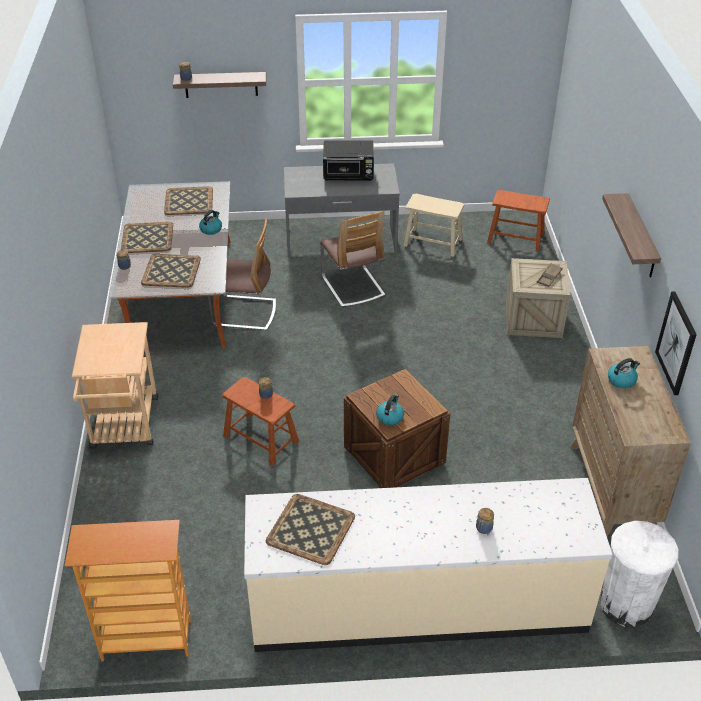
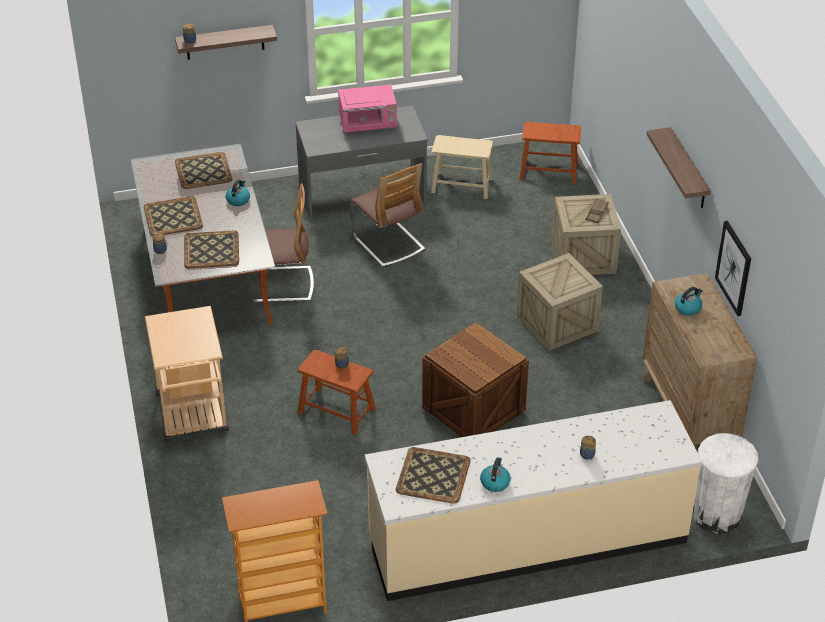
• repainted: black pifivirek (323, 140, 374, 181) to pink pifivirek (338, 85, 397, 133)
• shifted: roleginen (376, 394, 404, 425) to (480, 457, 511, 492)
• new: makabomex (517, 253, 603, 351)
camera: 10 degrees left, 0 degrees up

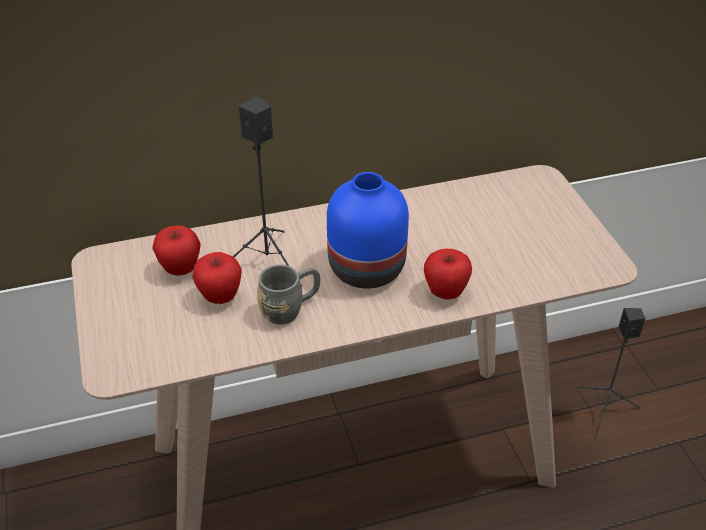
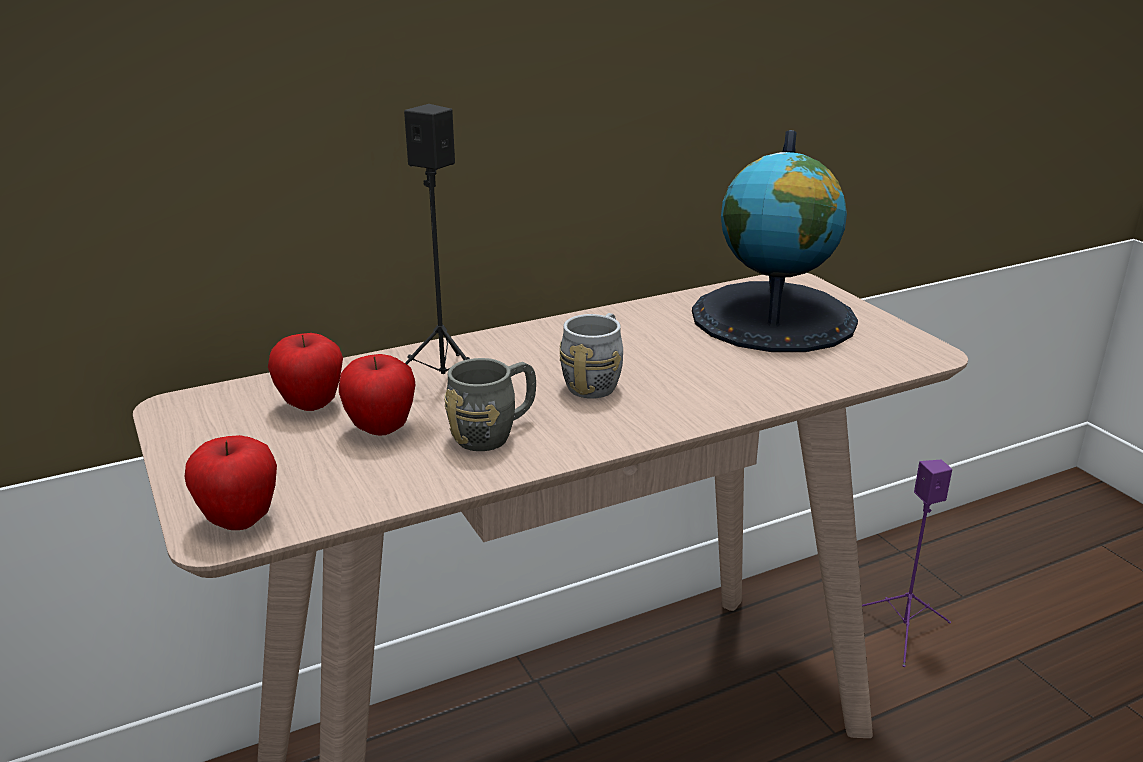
• swapped: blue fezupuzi (327, 172, 409, 289) to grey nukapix (560, 313, 623, 399)
• shifted: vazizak (424, 249, 472, 299) to (184, 435, 277, 530)
• repainted: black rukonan (576, 308, 645, 439) to purple rukonan (862, 460, 952, 667)
• new: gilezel (692, 130, 858, 352)
camera: 10 degrees left, 15 degrees down

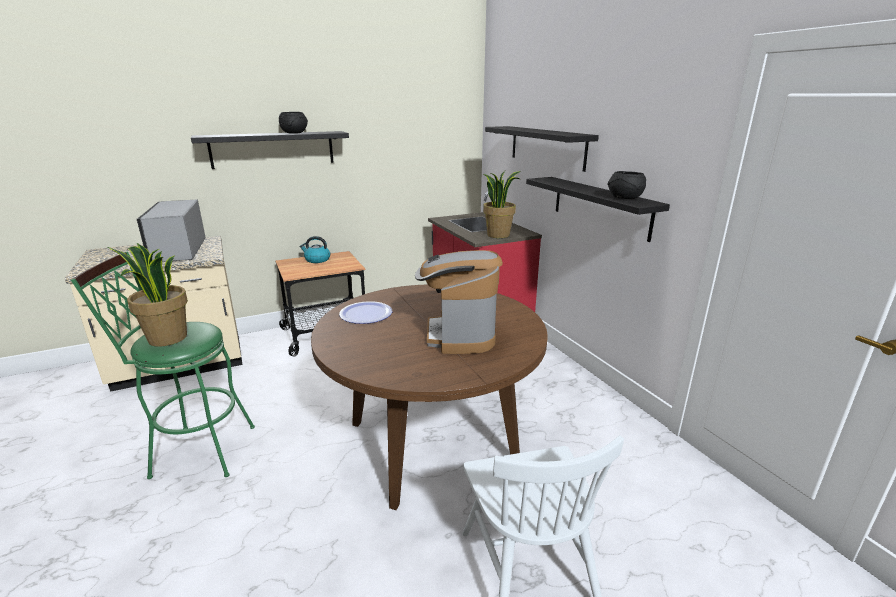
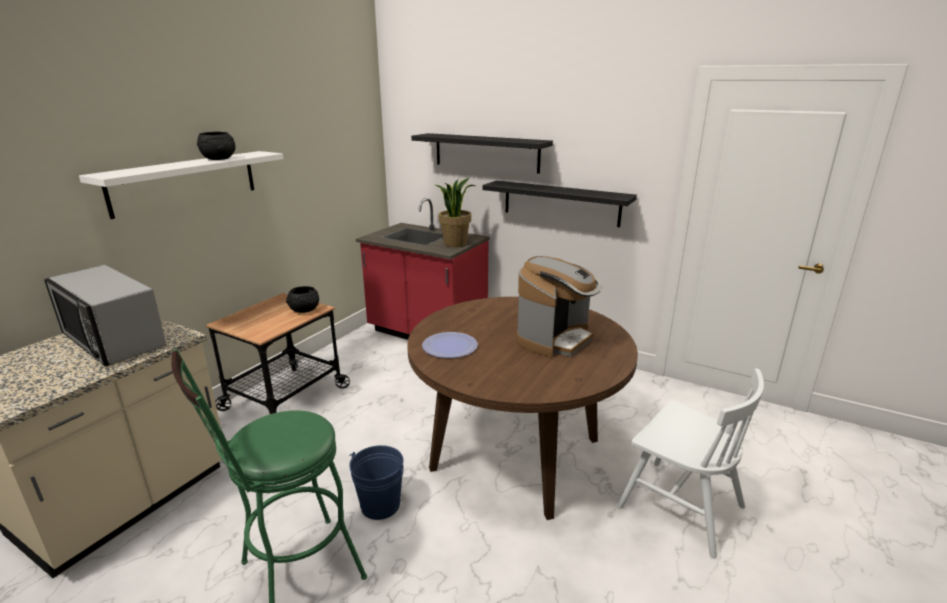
• repainted: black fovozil (191, 131, 349, 169) to white fovozil (79, 151, 284, 219)
• shifted: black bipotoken (607, 171, 646, 199) to (286, 286, 319, 313)
• gone: roleginen (300, 236, 330, 263)
• gone: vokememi (108, 243, 188, 347)
• rotated: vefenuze (415, 250, 503, 354) = (517, 256, 602, 357) 105 degrees counterclockwise
• new: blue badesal (349, 445, 404, 520)
camera: 35 degrees left, 0 degrees up

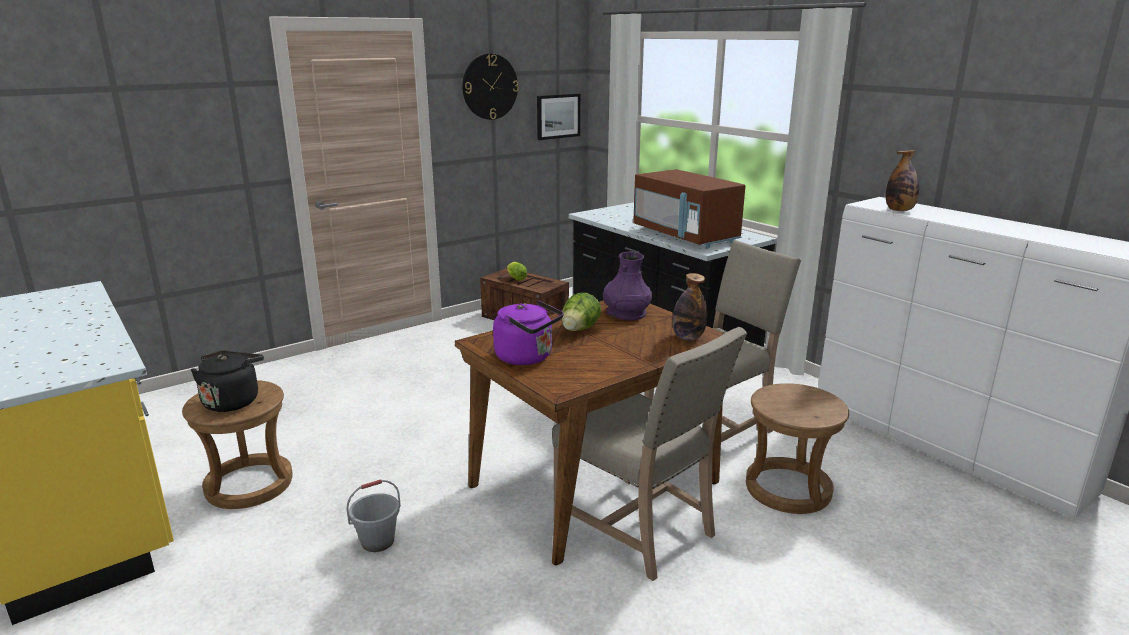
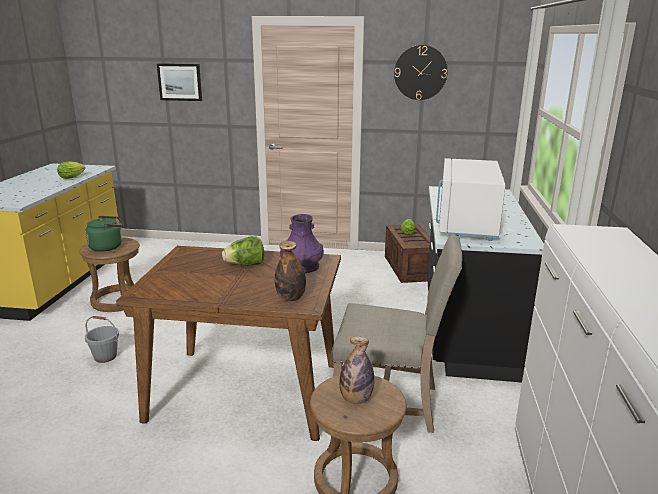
• shifted: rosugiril (537, 94, 580, 140) to (157, 63, 202, 101)
• shifted: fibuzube (886, 150, 919, 211) to (340, 336, 374, 404)
• repainted: brown pifivirek (633, 169, 745, 248) to white pifivirek (436, 158, 506, 241)
• gone: purple roleginen (493, 300, 564, 365)
• gone: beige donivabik (552, 327, 747, 581)
• repainted: black roleginen (191, 351, 264, 412) to green roleginen (85, 216, 124, 252)
• new: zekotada (57, 161, 85, 179)
camera: 45 degrees right, 0 degrees up

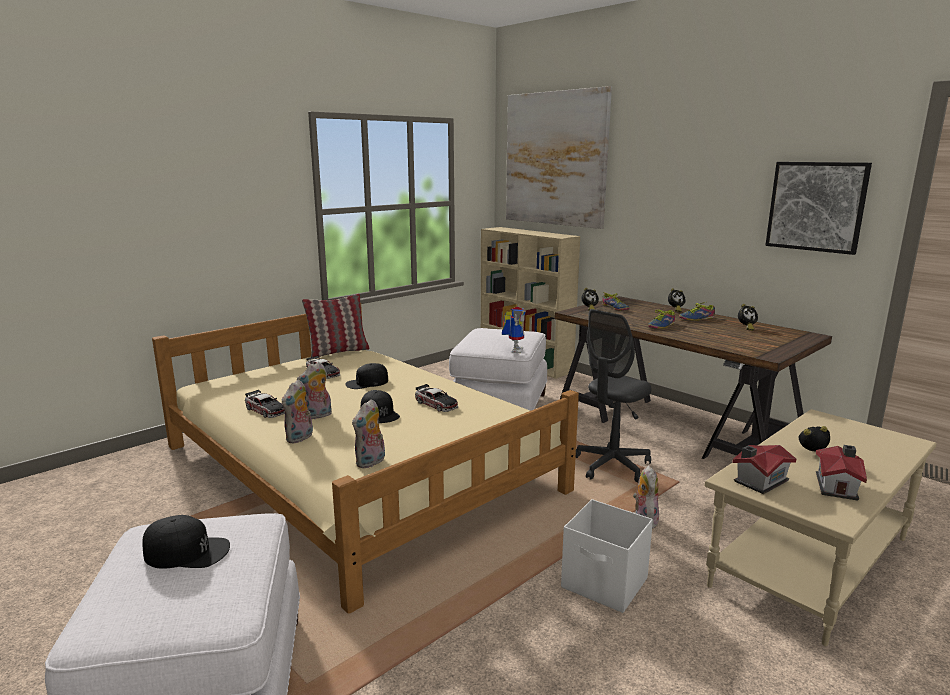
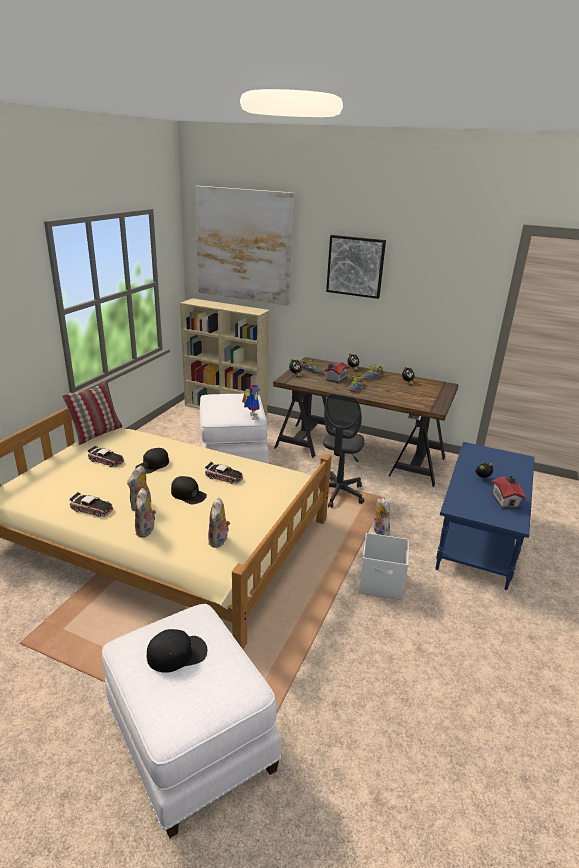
• shifted: rosugiril (765, 162, 872, 255) to (326, 235, 386, 299)
• repainted: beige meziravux (705, 409, 937, 646) to blue meziravux (435, 442, 535, 590)
• shifted: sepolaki (732, 445, 796, 494) to (325, 362, 350, 383)
camera: 25 degrees left, 10 degrees up

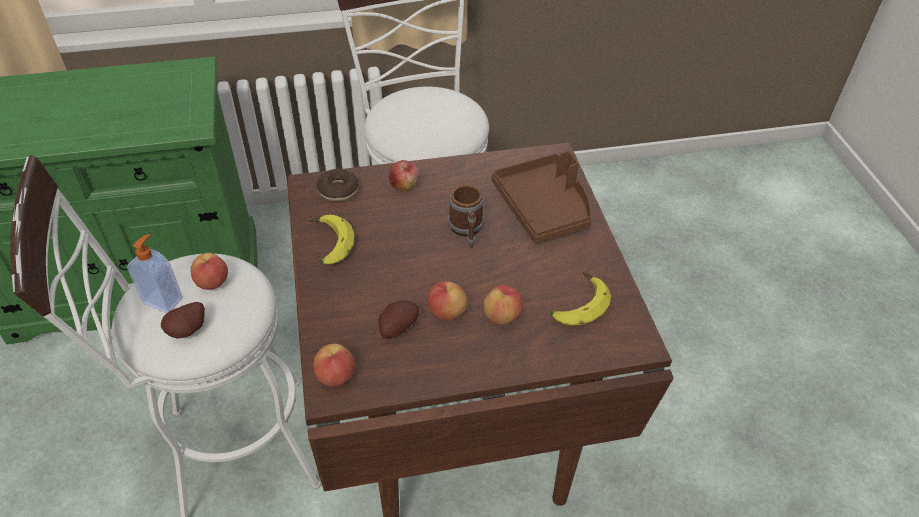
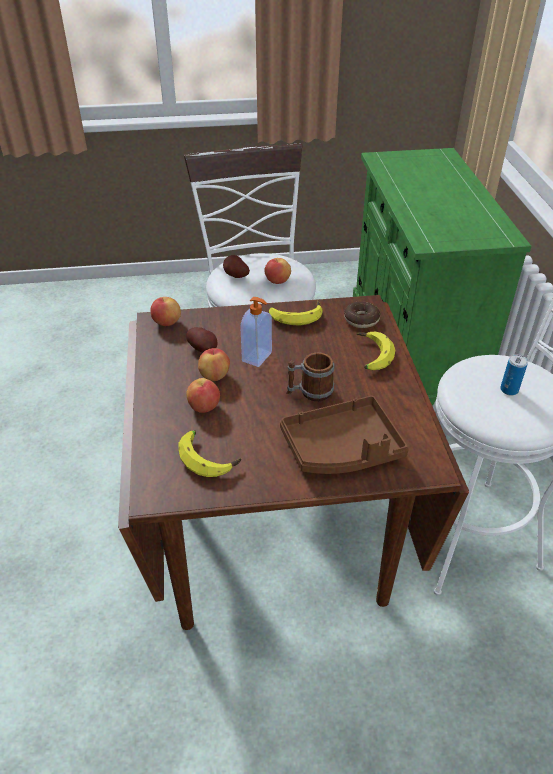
• swapped: vazizak (389, 160, 419, 191) to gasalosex (356, 332, 395, 370)
• shifted: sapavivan (127, 234, 183, 313) to (240, 297, 272, 367)
• new: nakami (500, 355, 528, 395)
camera: 95 degrees right, 5 degrees down

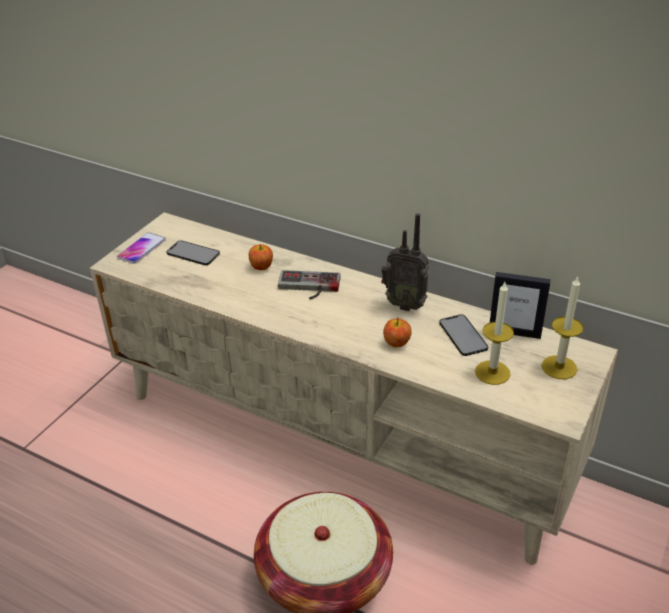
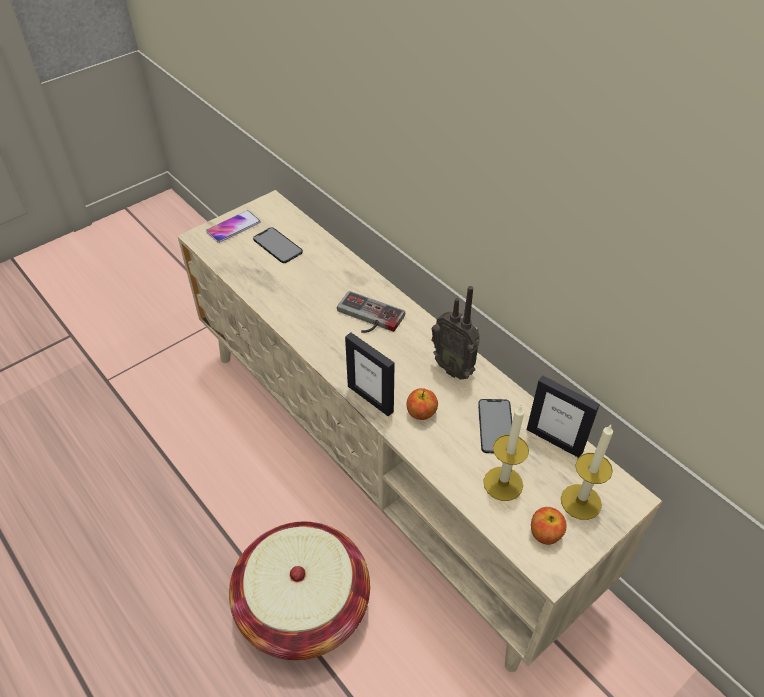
• shifted: vazizak (249, 244, 273, 270) to (531, 507, 567, 545)
• new: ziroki (345, 332, 395, 417)
camera: 20 degrees right, 10 degrees up

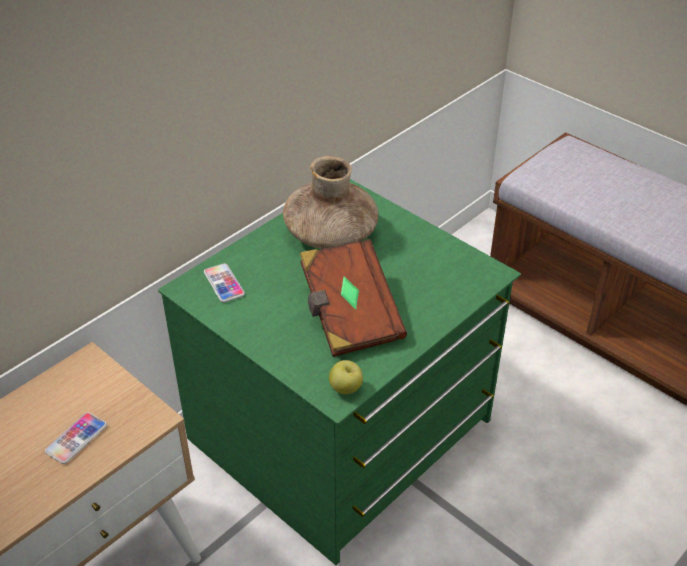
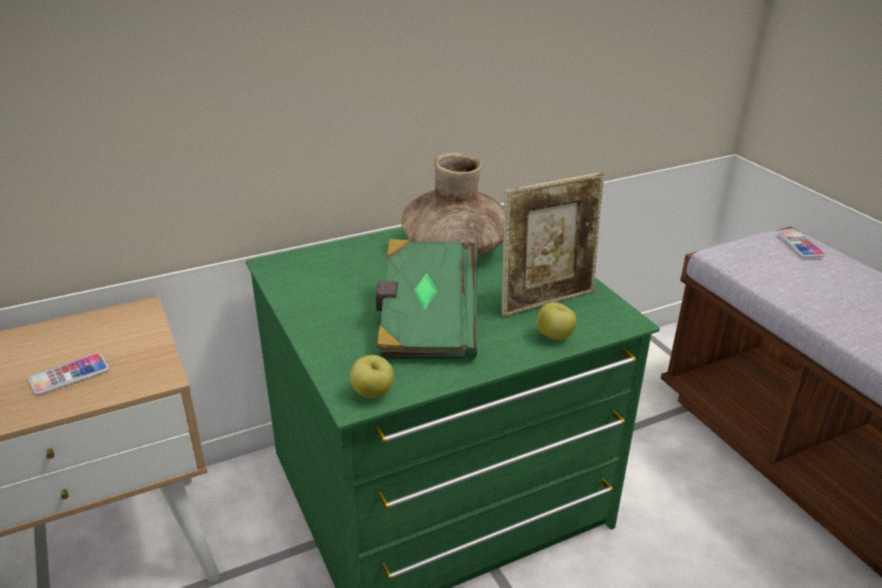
• repainted: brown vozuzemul (300, 239, 407, 357) to green vozuzemul (376, 239, 477, 359)
• shifted: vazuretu (204, 263, 245, 302) to (779, 231, 825, 258)
• new: ziroki (502, 172, 604, 317)
• new: vazizak (537, 302, 577, 340)
camera: 20 degrees right, 10 degrees down

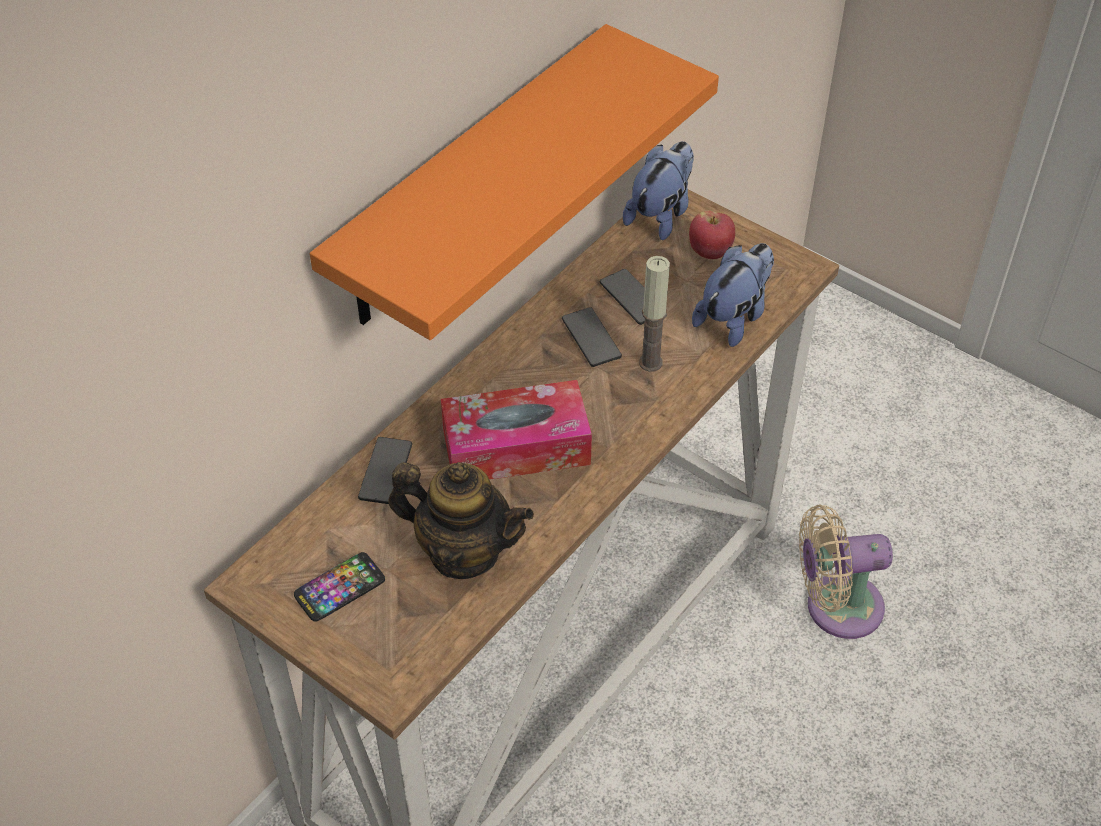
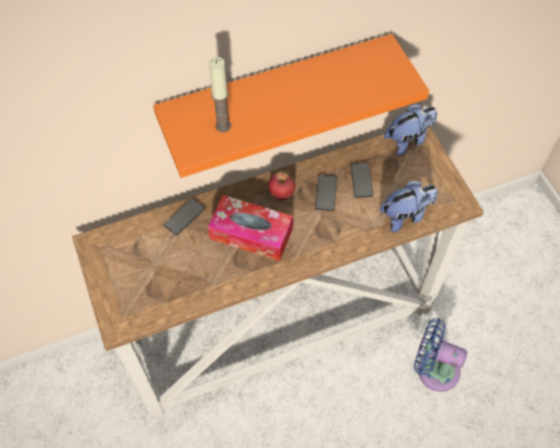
• shifted: vazizak (689, 210, 735, 259) to (268, 172, 296, 200)
• shifted: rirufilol (639, 256, 670, 372) to (208, 57, 231, 132)
• gone: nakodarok (388, 462, 534, 579)
• repainted: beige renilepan (799, 505, 893, 639) to blue renilepan (414, 318, 467, 392)
• gone: vazuretu (294, 552, 385, 622)
camera: 30 degrees right, 10 degrees up

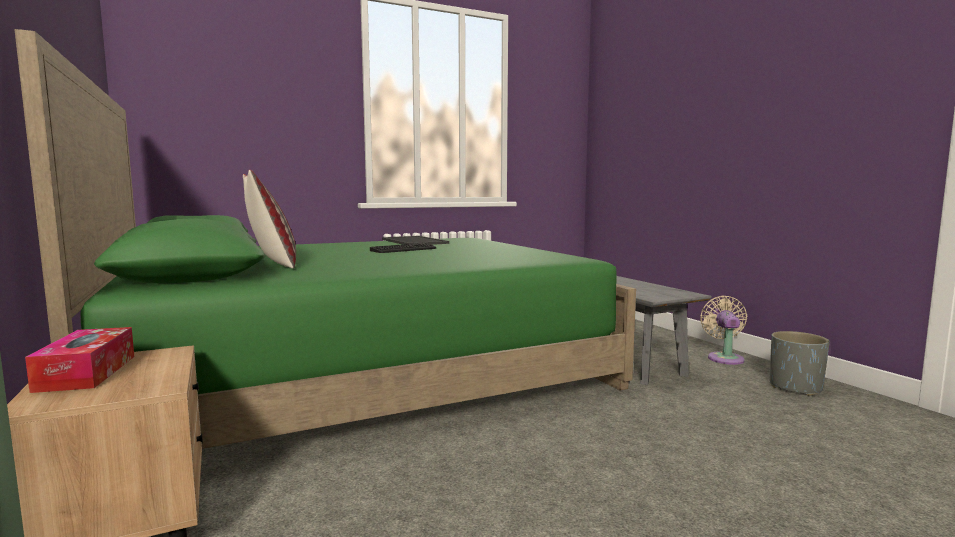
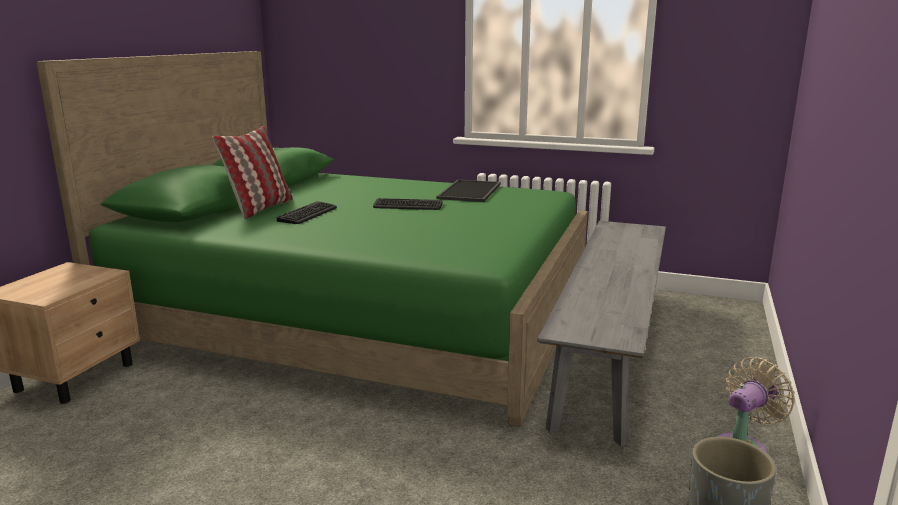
• gone: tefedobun (25, 327, 134, 393)
• new: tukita (277, 201, 337, 224)
camera: 45 degrees right, 10 degrees up

